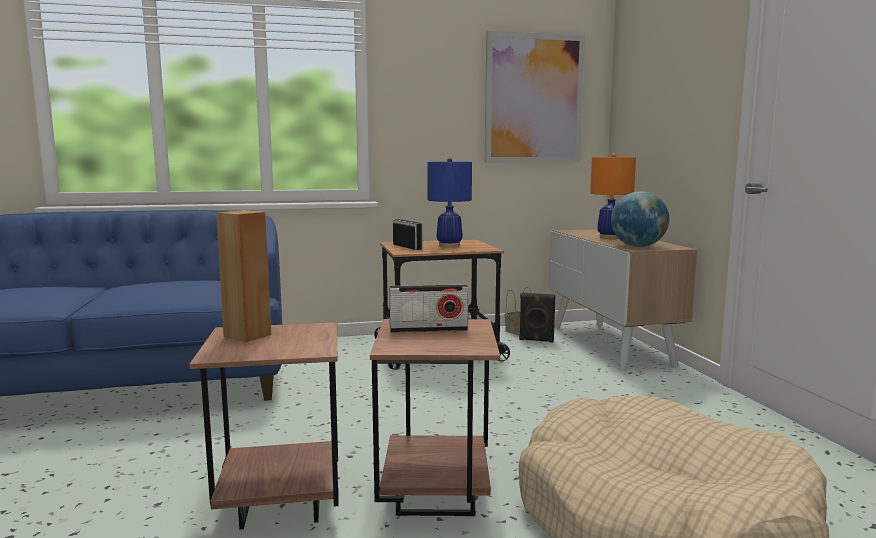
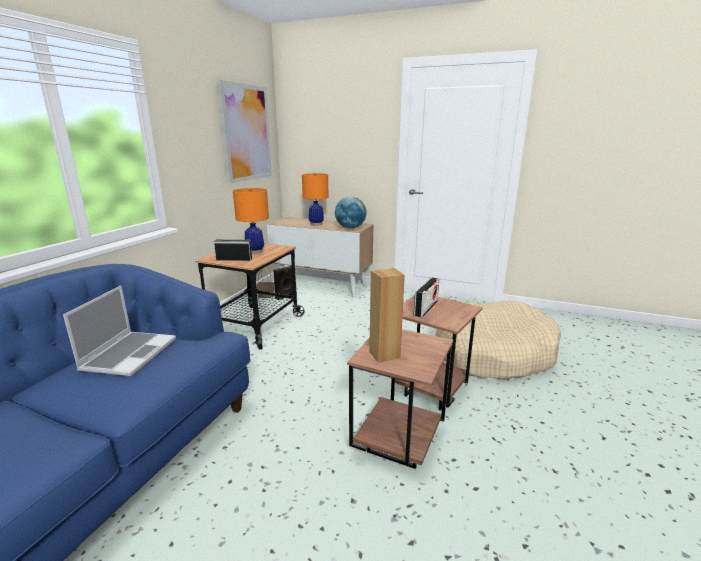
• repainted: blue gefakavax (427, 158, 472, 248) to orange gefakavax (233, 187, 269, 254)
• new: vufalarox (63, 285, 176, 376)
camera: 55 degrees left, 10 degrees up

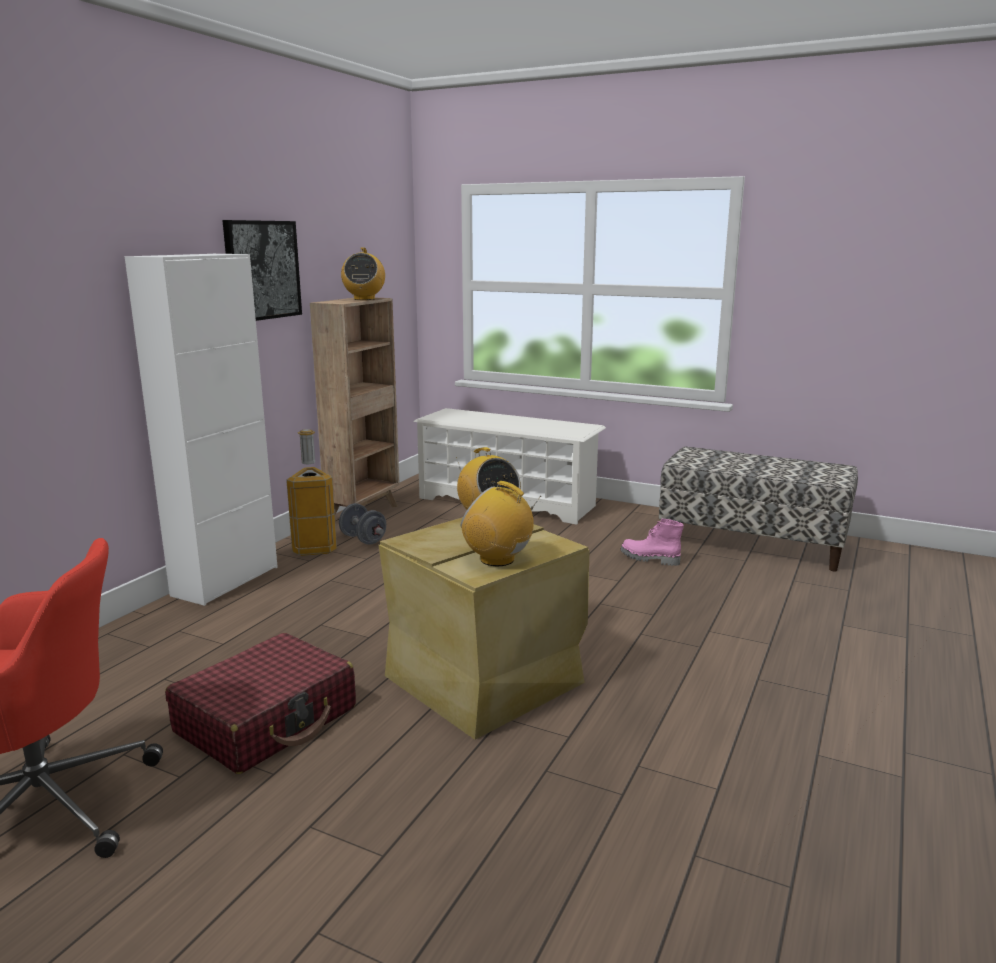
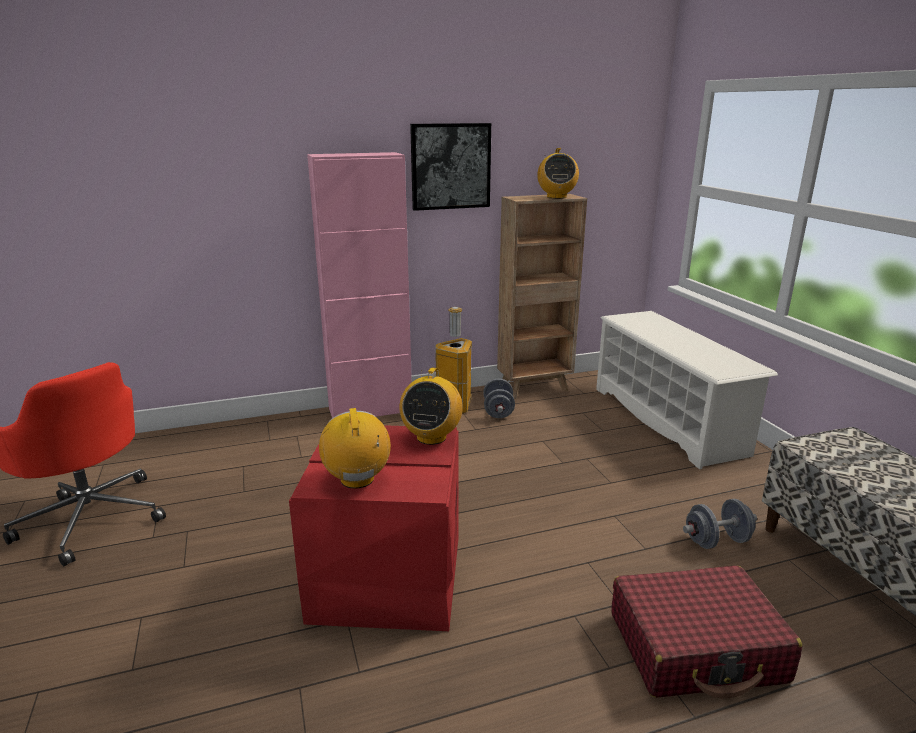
• rotated: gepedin (341, 247, 385, 300) = (537, 148, 579, 199) 45 degrees counterclockwise
• repainted: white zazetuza (125, 254, 278, 606) to pink zazetuza (307, 152, 412, 418)
• repainted: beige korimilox (379, 517, 589, 740) to red korimilox (289, 425, 458, 631)
• swapped: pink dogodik (621, 519, 684, 566) to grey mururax (683, 499, 757, 549)
• shifted: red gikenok (165, 633, 356, 774) to (612, 565, 802, 699)
camera: 45 degrees right, 5 degrees up

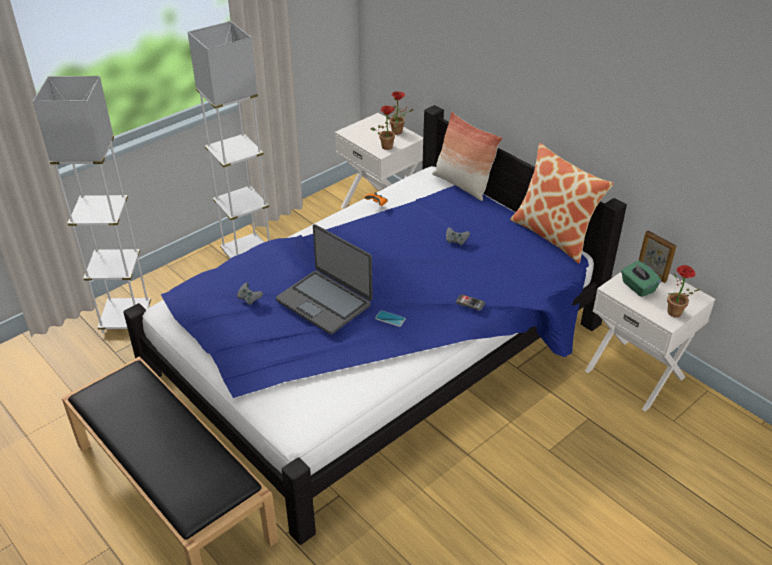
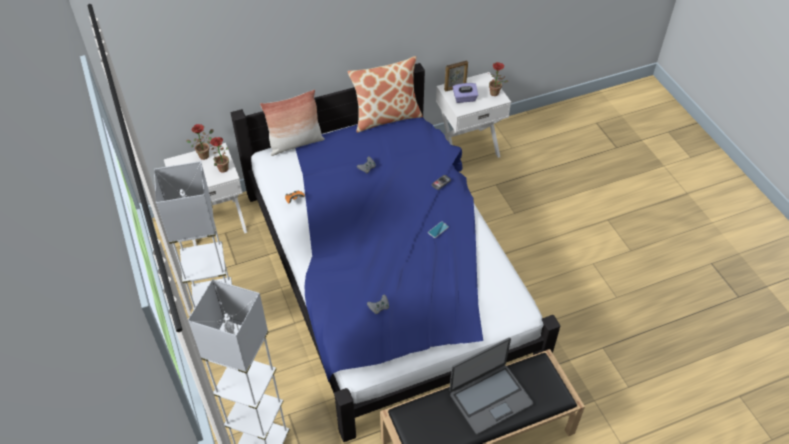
• shifted: vufalarox (276, 224, 373, 334) to (449, 338, 533, 435)
• repainted: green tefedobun (621, 260, 661, 297) to purple tefedobun (453, 83, 478, 103)
camera: 70 degrees left, 10 degrees up

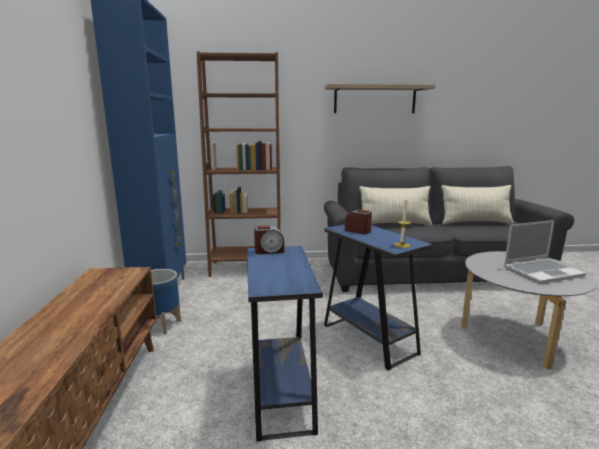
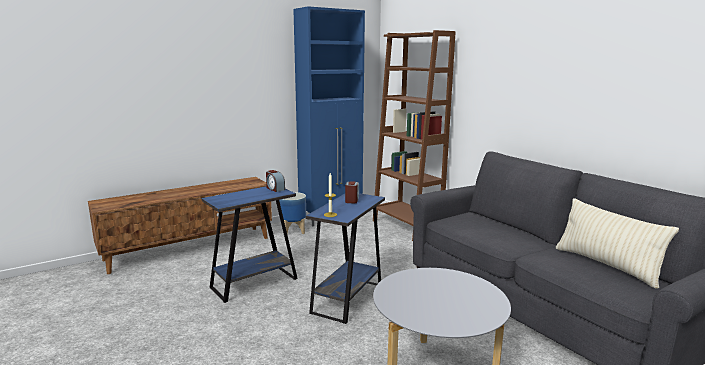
• gone: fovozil (325, 84, 435, 113)
• gone: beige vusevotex (360, 186, 432, 226)
• gone: vufalarox (504, 220, 586, 284)
camera: 60 degrees right, 0 degrees up

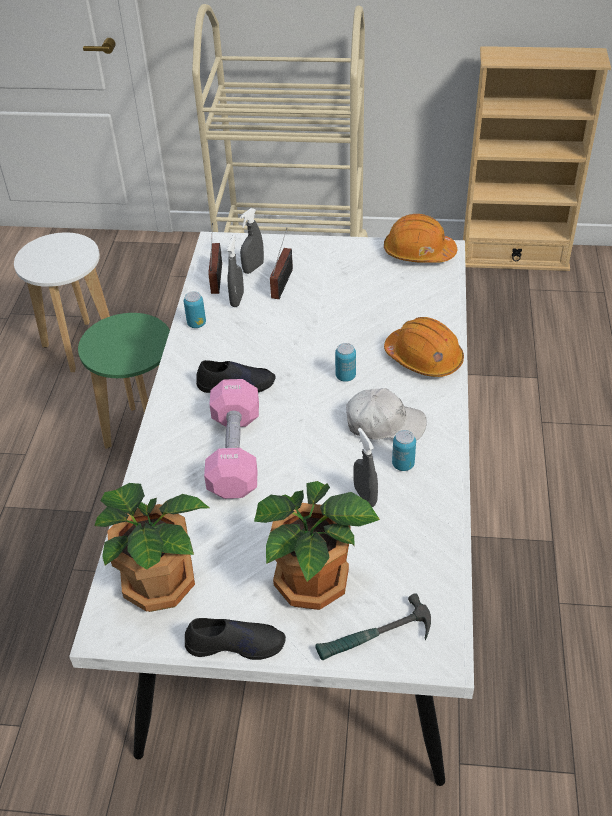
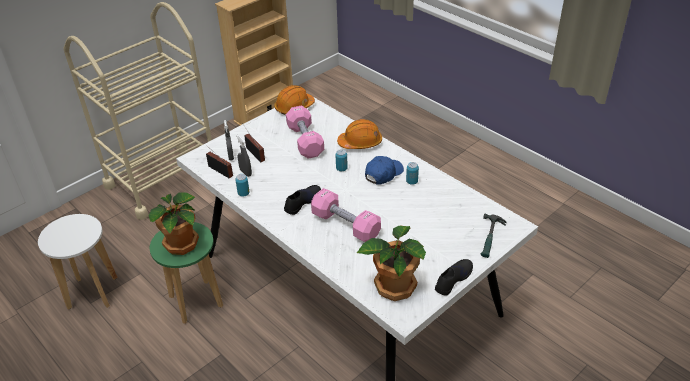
• repainted: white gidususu (346, 388, 427, 440) to blue gidususu (365, 156, 404, 185)
• gone: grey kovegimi (353, 428, 378, 507)
• shifted: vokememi (254, 481, 380, 610) to (149, 192, 199, 255)
• new: pink mururax (286, 106, 324, 159)
camera: 50 degrees left, 5 degrees down

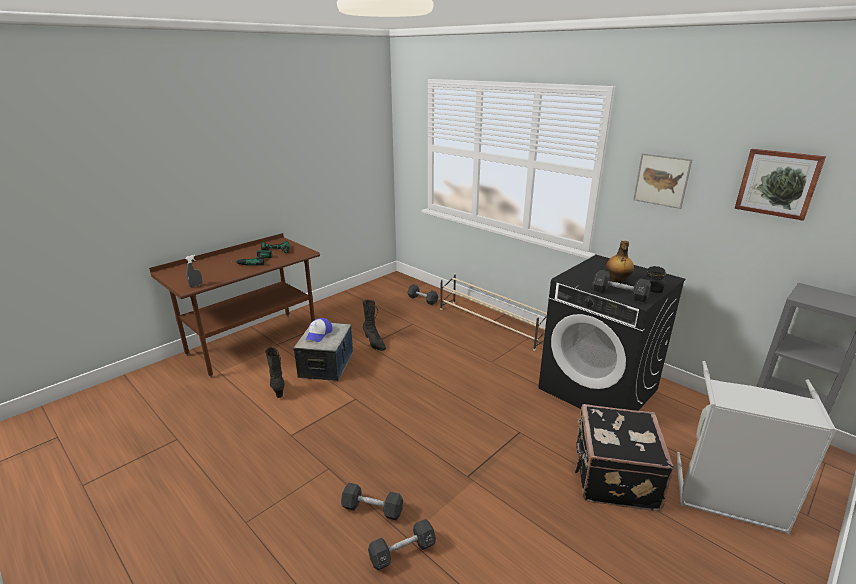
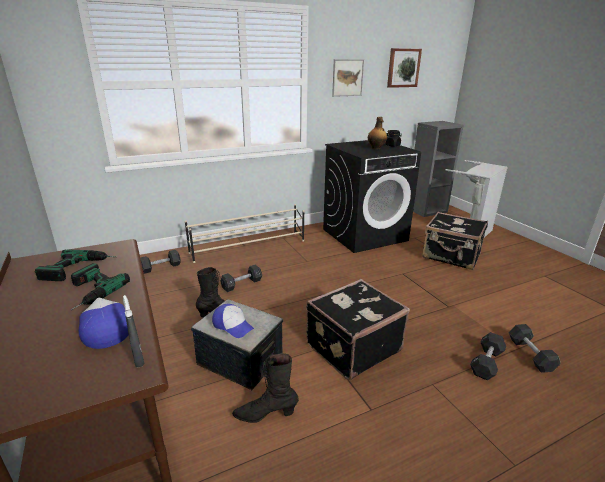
• shifted: black mururax (593, 270, 651, 302) to (220, 265, 262, 292)
• new: black gikenok (306, 279, 410, 380)
• new: gidususu (79, 298, 128, 349)
camera: 70 degrees left, 0 degrees up

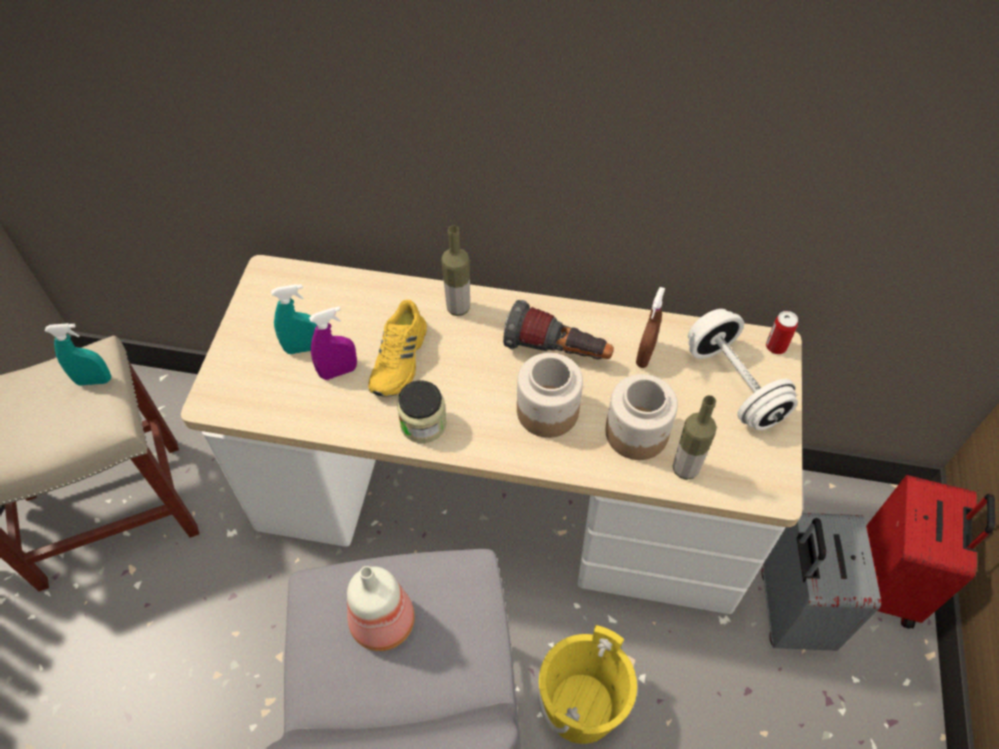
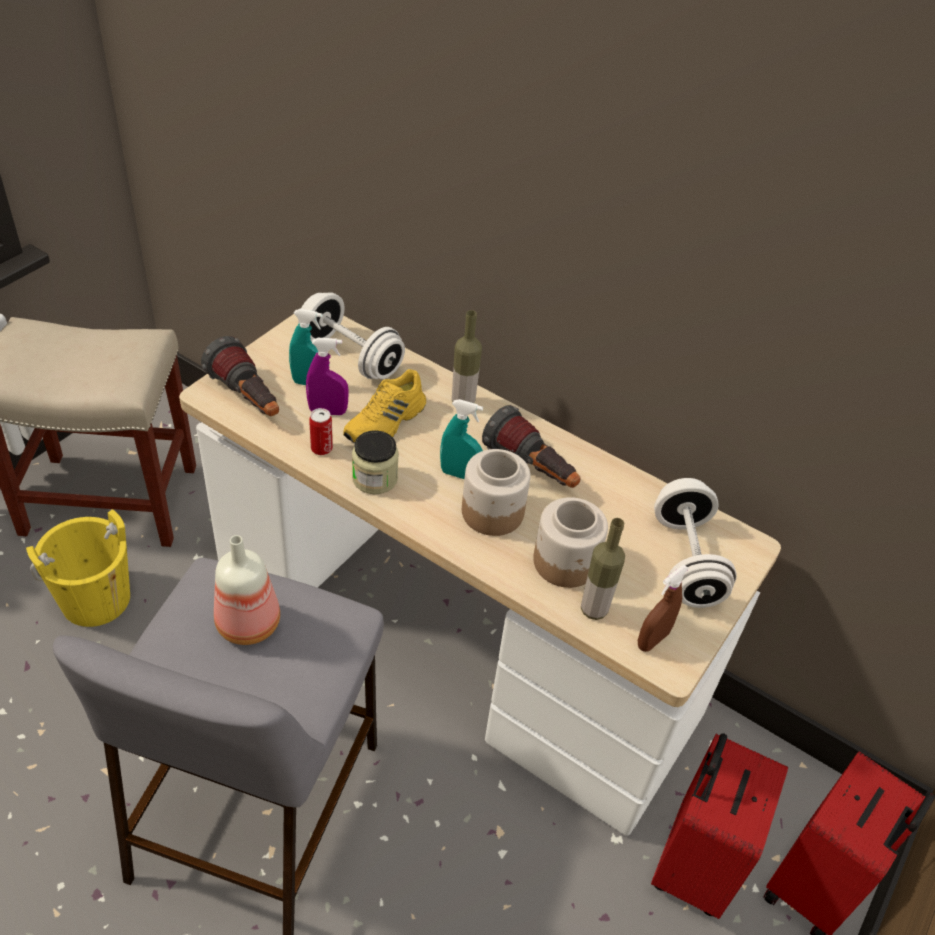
• shifted: brown kovegimi (636, 287, 665, 368) to (638, 565, 689, 652)
• shifted: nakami (766, 311, 798, 354) to (309, 408, 333, 455)
• shifted: turquoise kovegimi (45, 323, 111, 385) to (440, 399, 483, 479)
• repainted: grey gikenok (762, 513, 881, 651) to red gikenok (651, 733, 788, 919)
• shifted: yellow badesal (538, 625, 637, 744) to (26, 509, 130, 627)
• new: white mururax (298, 292, 405, 379)
• new: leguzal (201, 336, 279, 416)
camera: 20 degrees right, 10 degrees down

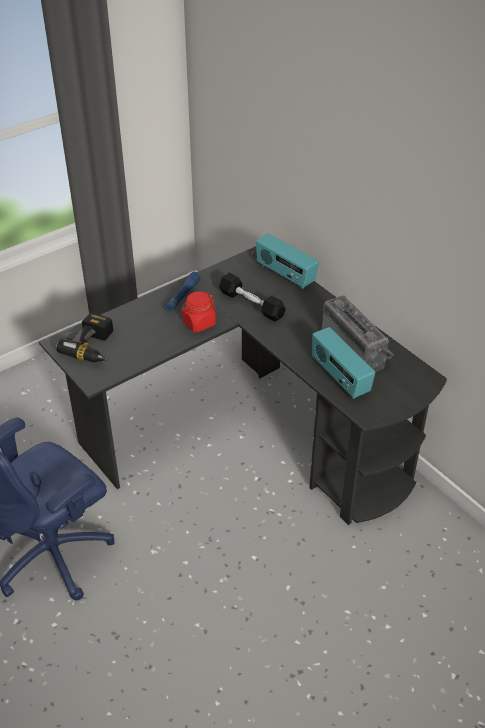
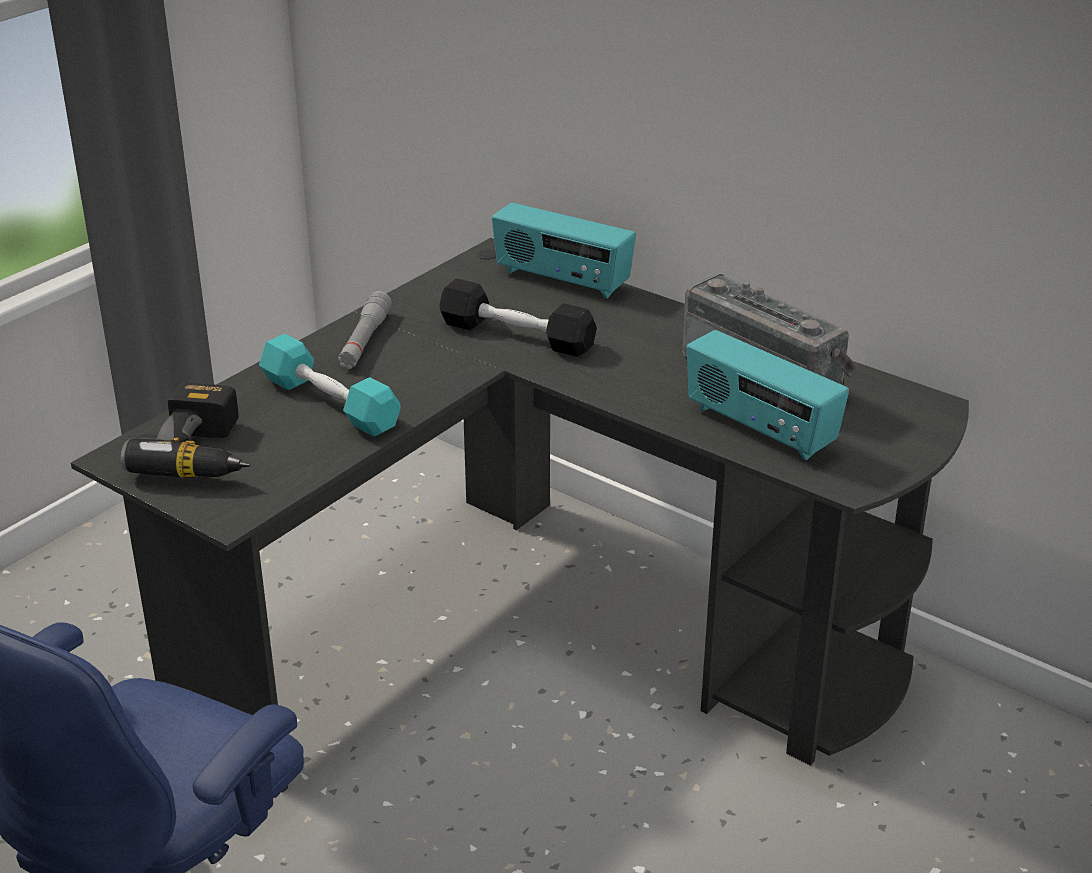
• repainted: blue leguzal (165, 272, 201, 312) to grey leguzal (338, 291, 392, 369)
• gone: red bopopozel (181, 292, 216, 332)
• new: turquoise mururax (259, 334, 401, 437)
camera: 15 degrees left, 10 degrees down

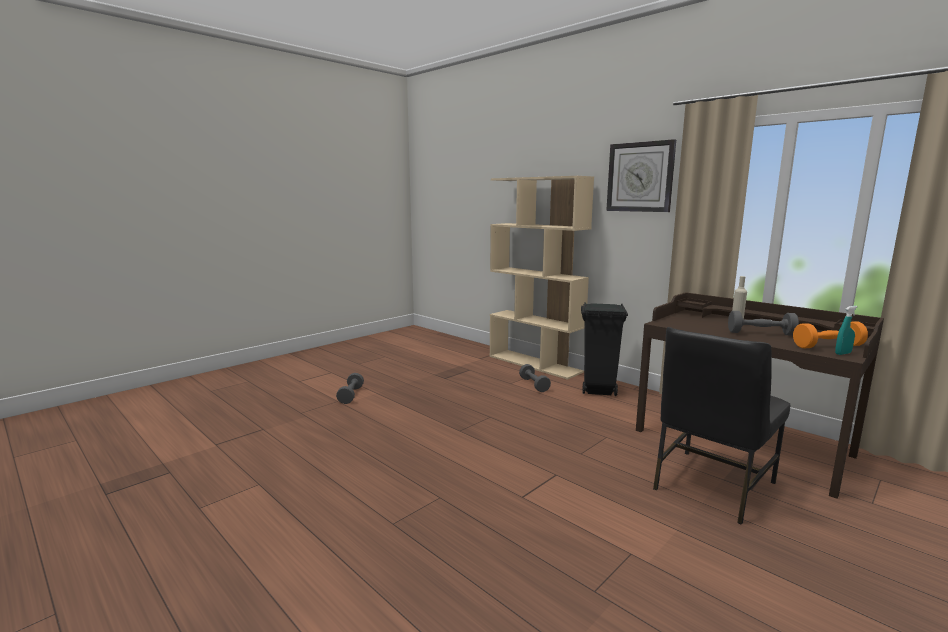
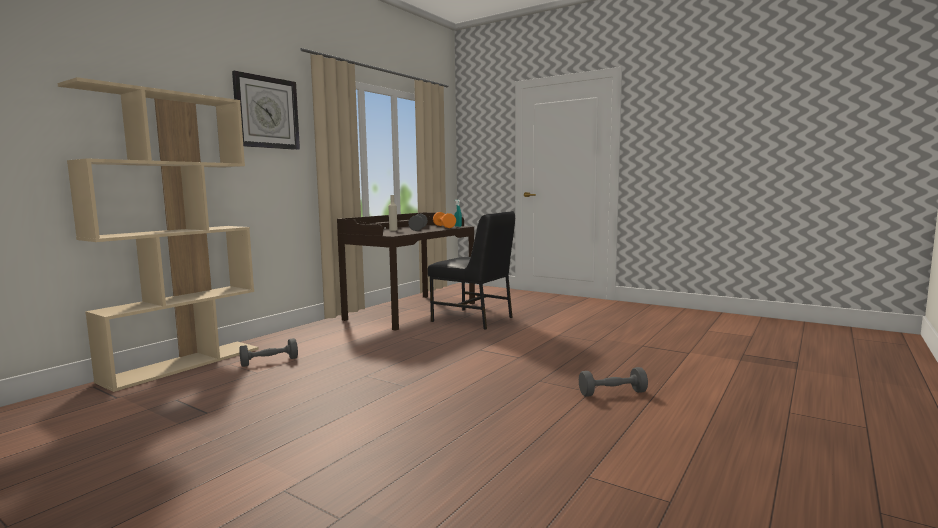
• gone: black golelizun (581, 302, 628, 396)
• shifted: grey mururax (336, 373, 364, 404) to (579, 367, 648, 397)
camera: 100 degrees left, 5 degrees down

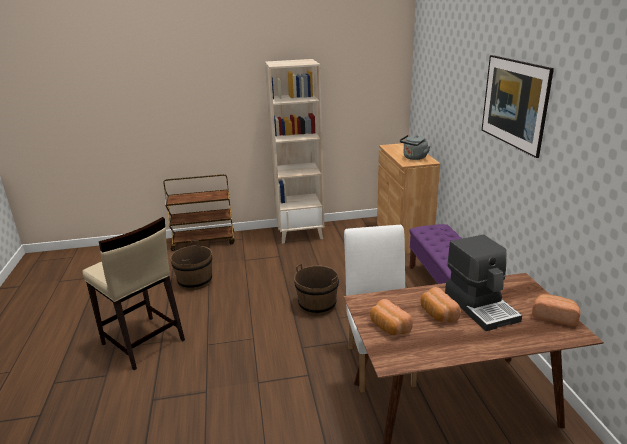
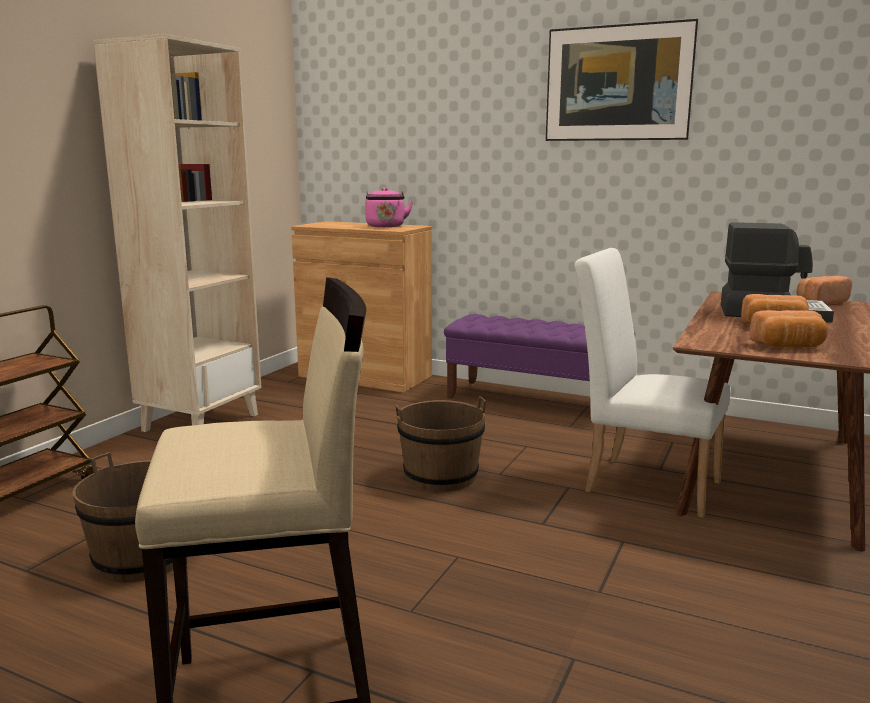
• repainted: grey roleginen (400, 135, 430, 160) to pink roleginen (365, 187, 413, 227)
camera: 55 degrees left, 10 degrees down

